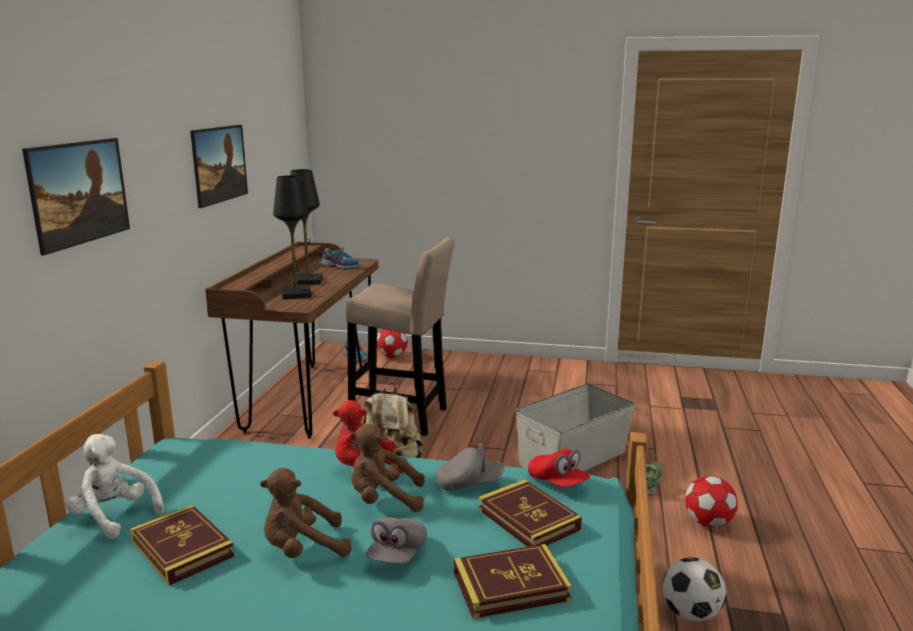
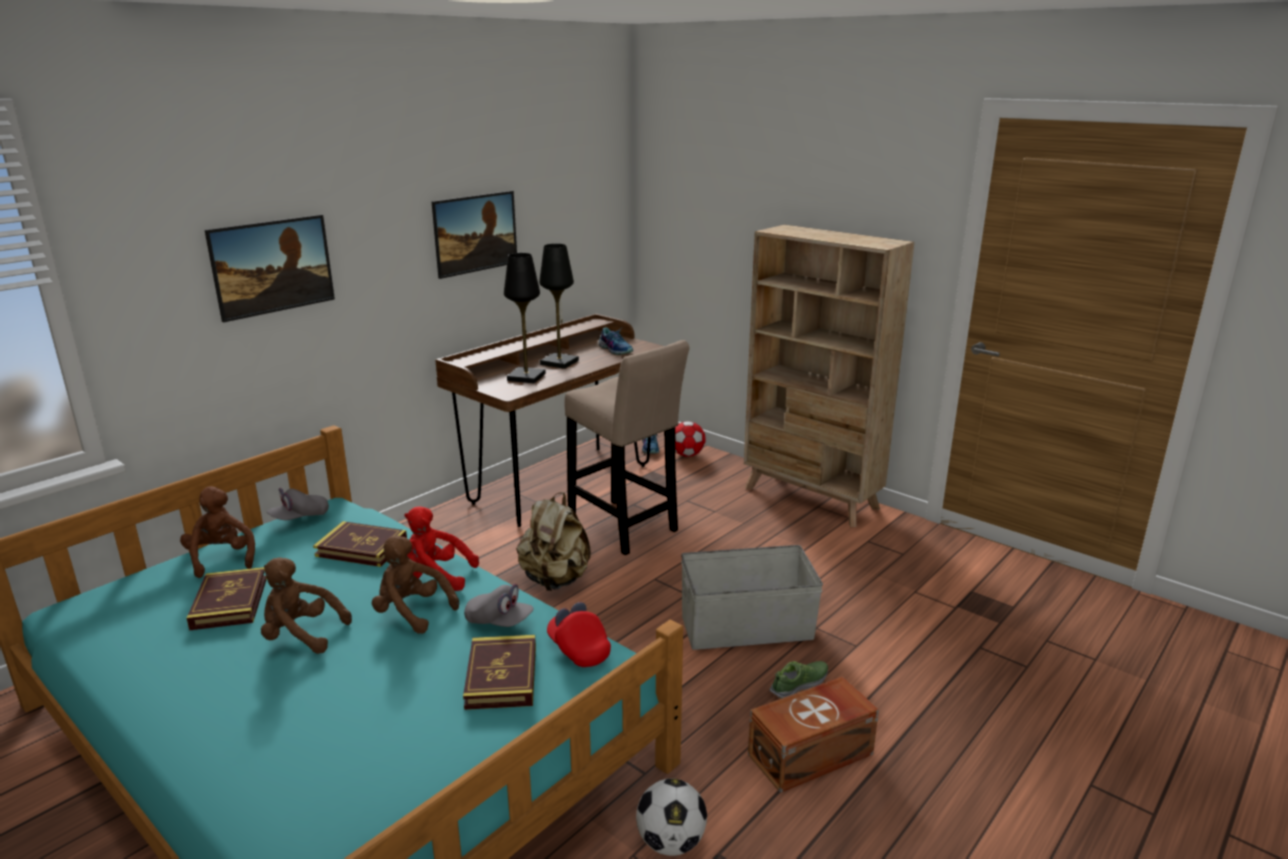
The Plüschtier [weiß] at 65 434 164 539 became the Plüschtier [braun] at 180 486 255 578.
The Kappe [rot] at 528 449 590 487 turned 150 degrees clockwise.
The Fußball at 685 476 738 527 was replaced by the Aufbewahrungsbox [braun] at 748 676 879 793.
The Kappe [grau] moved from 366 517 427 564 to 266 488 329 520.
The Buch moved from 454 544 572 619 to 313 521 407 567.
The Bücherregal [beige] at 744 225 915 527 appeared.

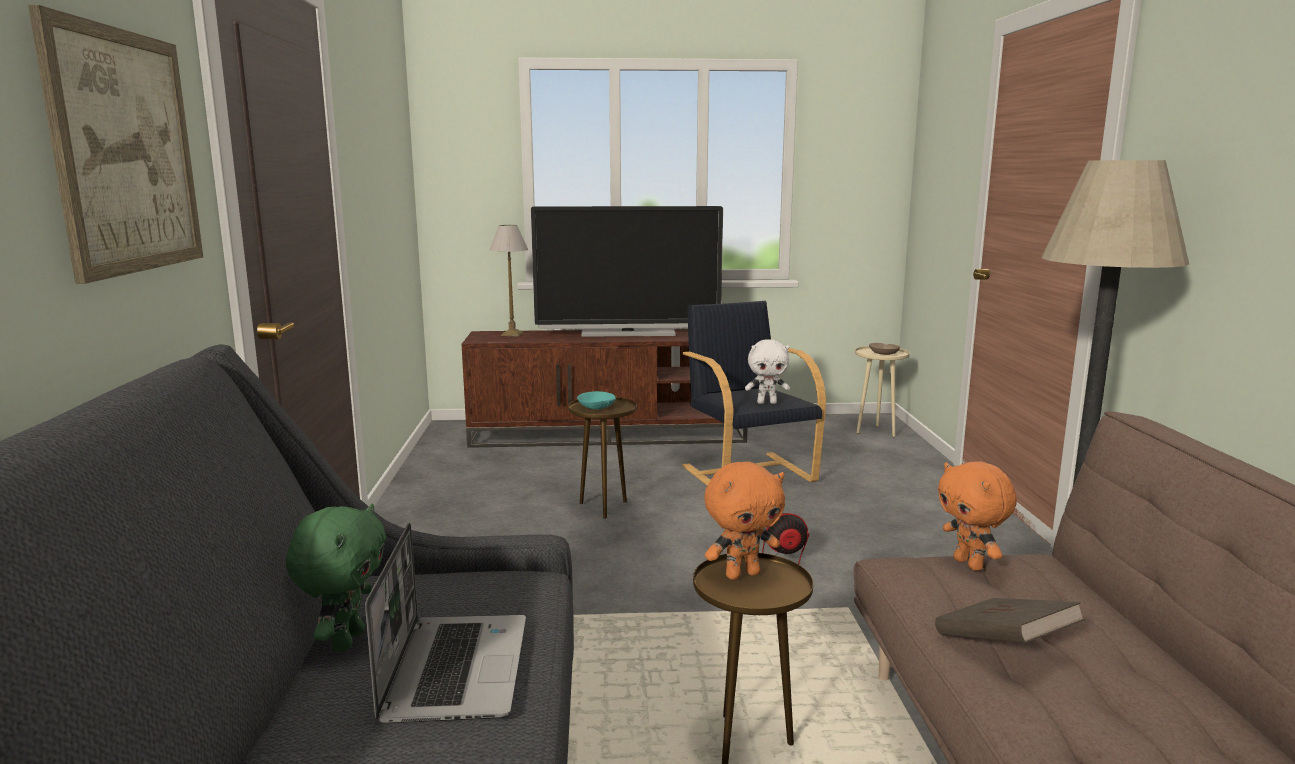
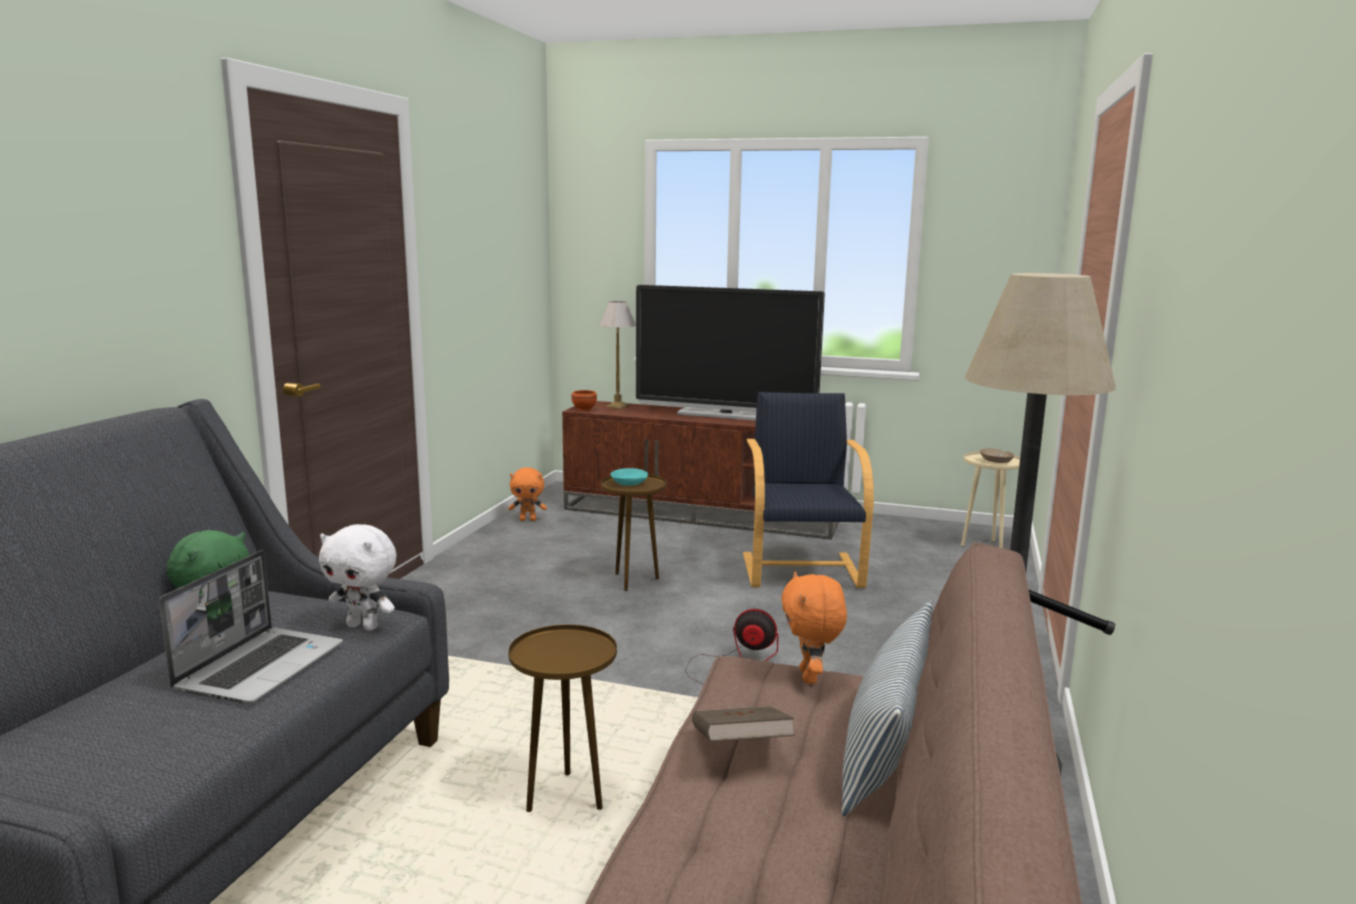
The Bild at 28 5 203 284 disappeared.
The Plüschtier [weiß] moved from 745 339 790 404 to 319 524 397 631.
The Plüschtier [orange] moved from 704 462 785 580 to 508 467 547 521.
The Schüssel [braun] at 571 390 597 411 appeared.
The Kissen at 842 601 933 817 appeared.

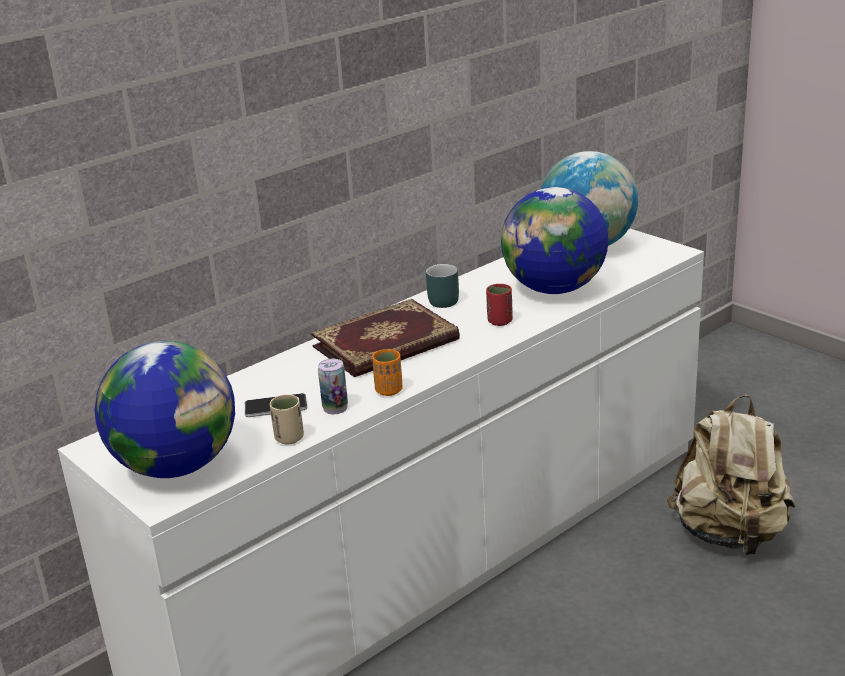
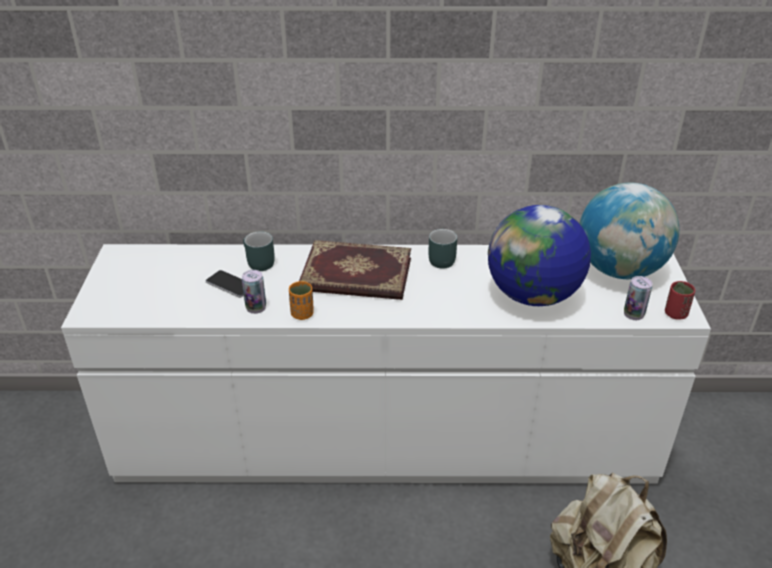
The Tasse [rot] moved from 486 284 513 326 to 665 281 695 320.
The Globus at 95 341 235 478 disappeared.
The Tasse [beige] at 270 394 304 445 disappeared.
The Henkelbecher [türkis] at 243 231 275 271 appeared.
The Dose at 624 276 653 320 appeared.

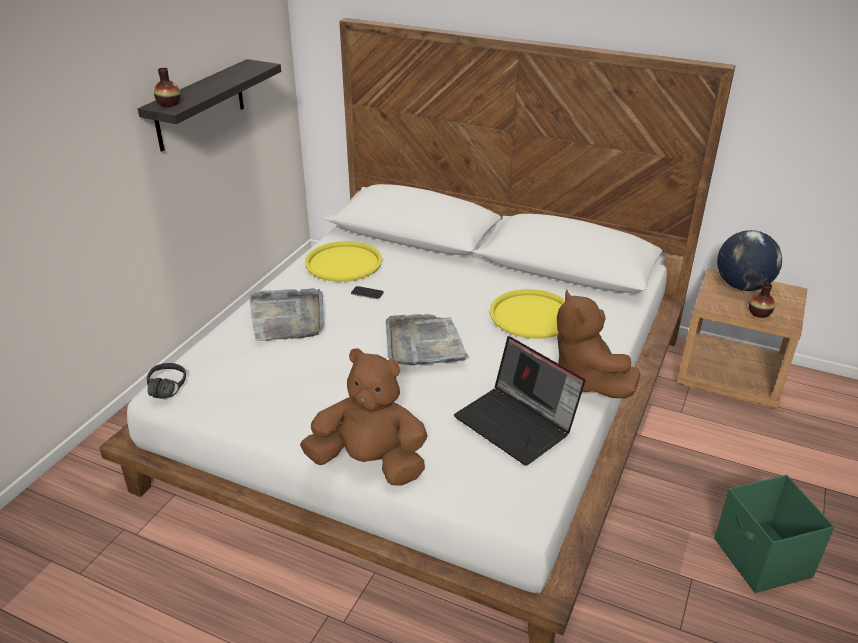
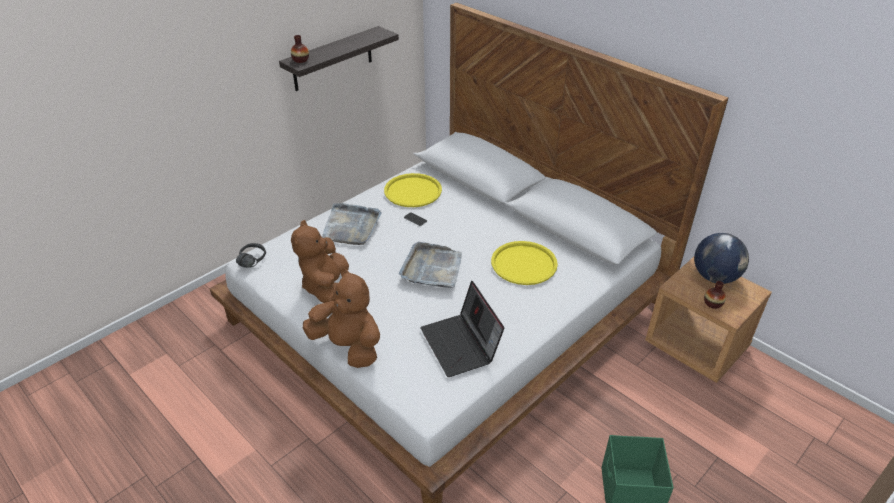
The Plüschtier [braun] moved from 557 289 641 399 to 291 220 349 303.

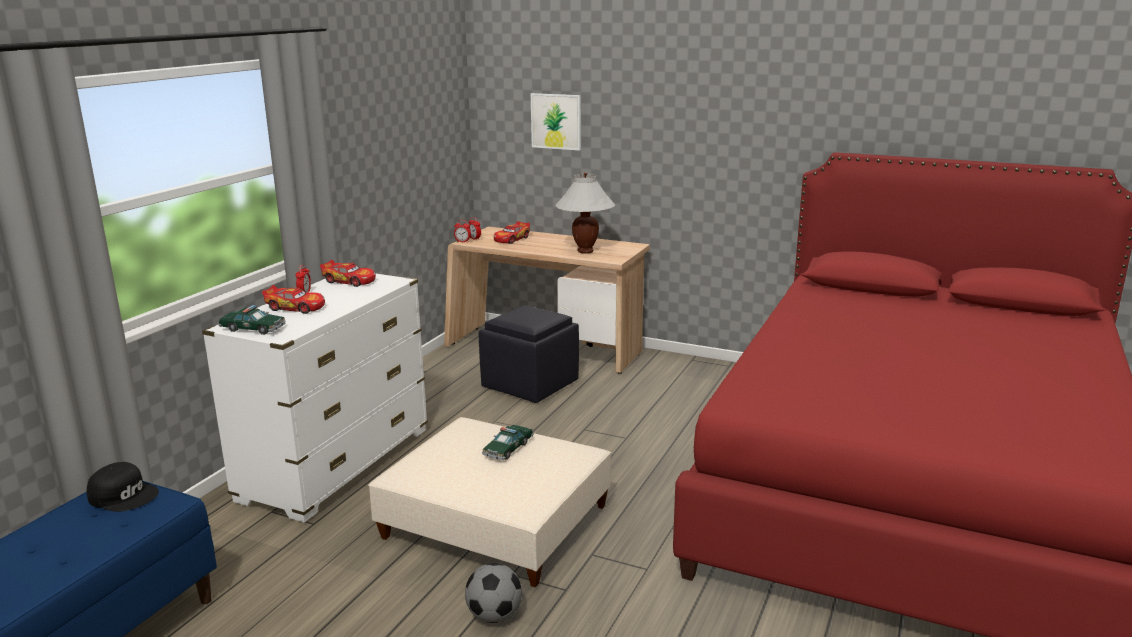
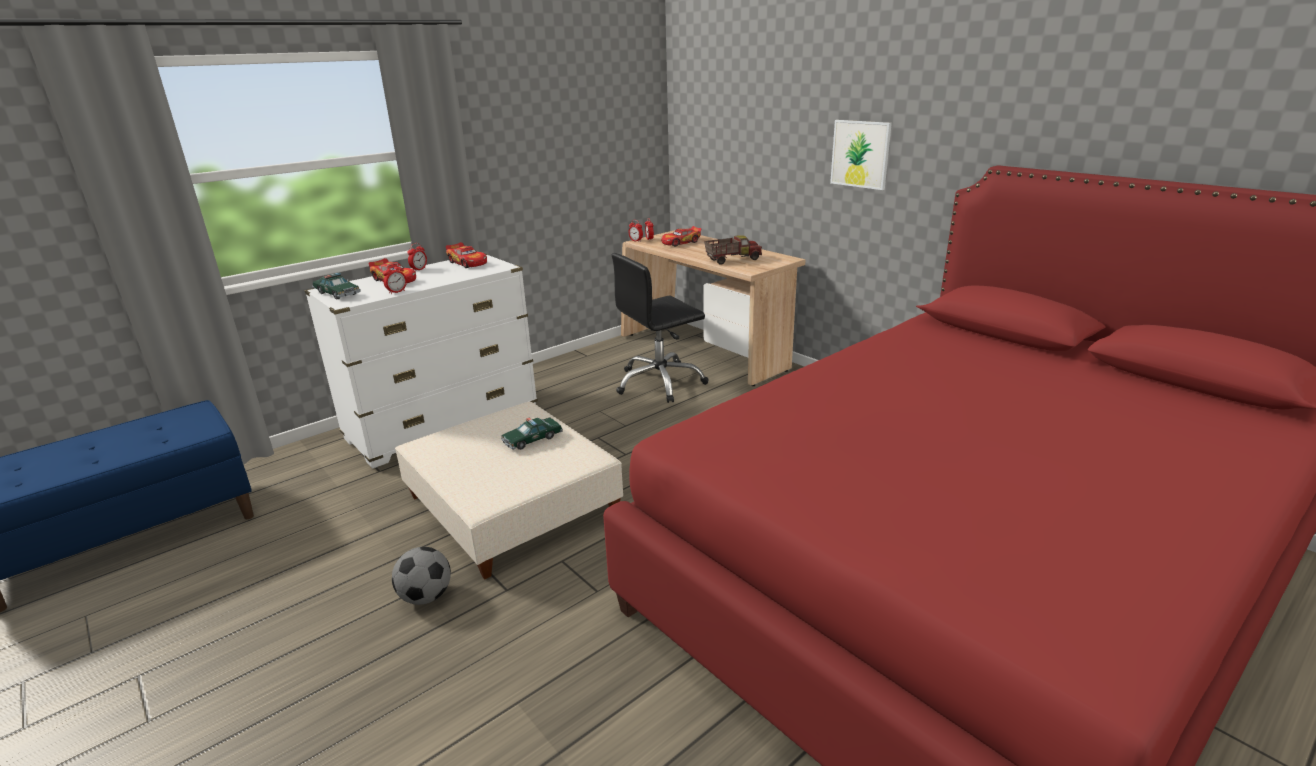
The Bild moved from 531 93 581 151 to 830 120 892 190.
The Tischlampe [weiß] at 556 173 615 254 was replaced by the Spielzeuglaster at 704 235 762 265.
The Polsterhocker [schwarz] at 479 305 579 403 was replaced by the Bürostuhl [schwarz] at 612 253 709 403.
The Kappe [schwarz] at 87 462 159 512 disappeared.
The Wecker at 383 263 407 294 appeared.

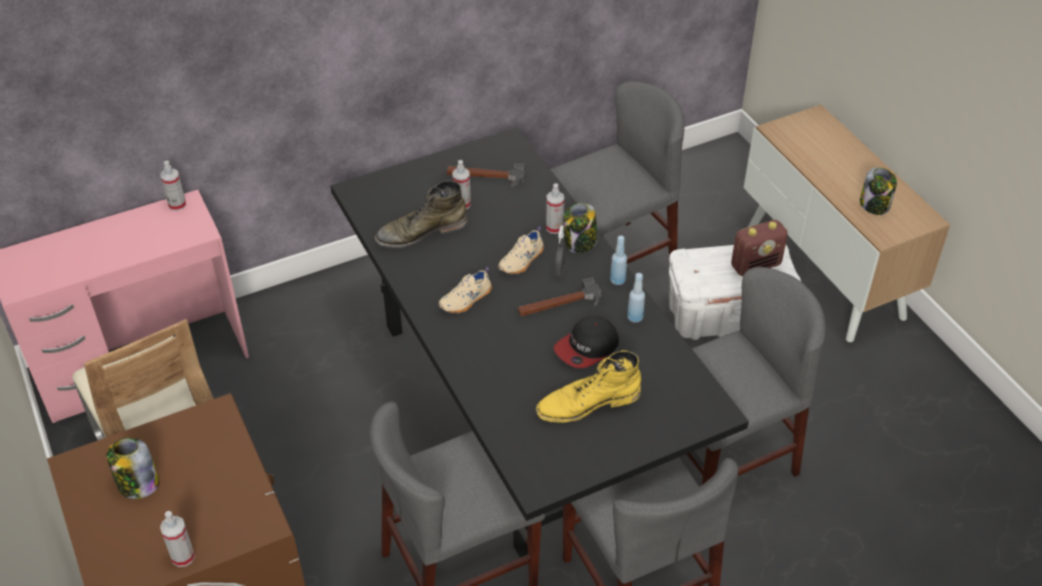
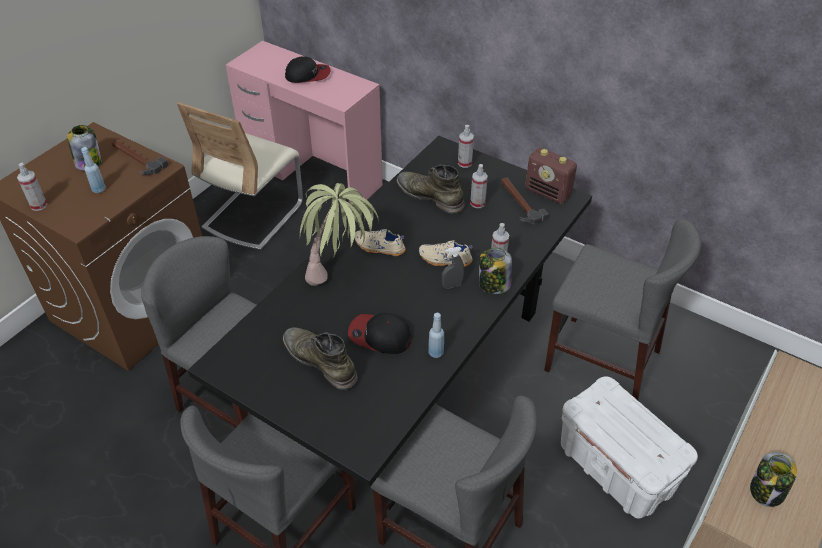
The Sprühflasche moved from 161 161 186 211 to 458 125 474 168.
The Radio moved from 731 220 788 276 to 525 148 577 204.
The Flasche [blau] moved from 610 236 627 285 to 81 147 105 193.
The Hammer moved from 518 277 602 316 to 111 139 168 175.
The Stiefel [gelb] at 536 350 641 422 became the Stiefel [grün] at 283 327 358 390.
The Kappe at 285 56 330 83 appeared.
The Topfpflanze at 300 183 379 286 appeared.

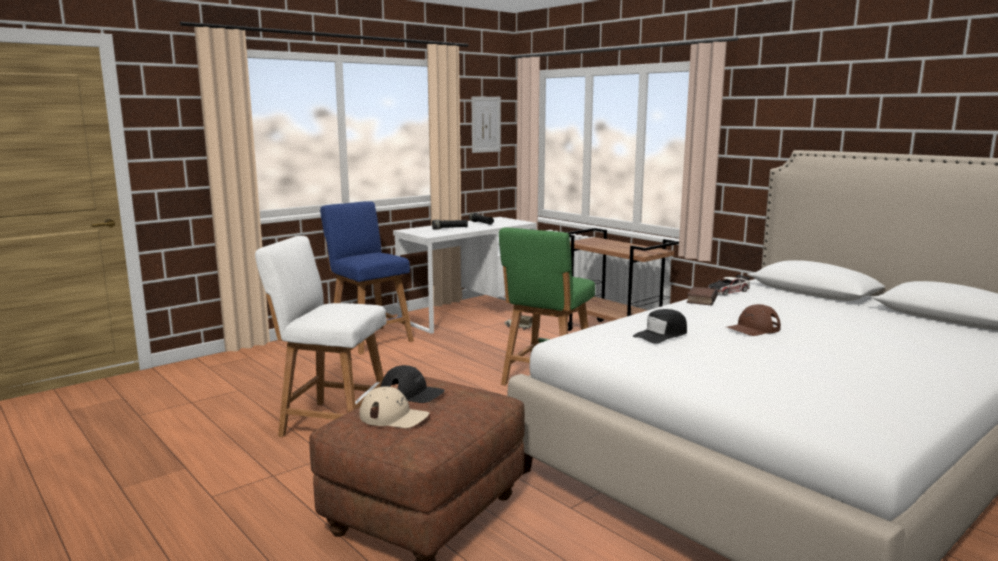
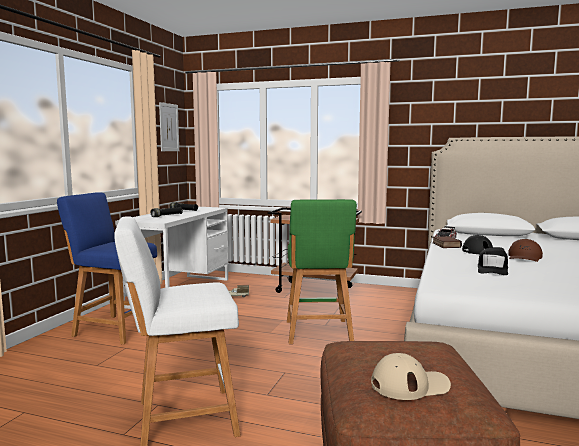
The Kappe [schwarz] moved from 381 365 445 403 to 462 235 505 254.

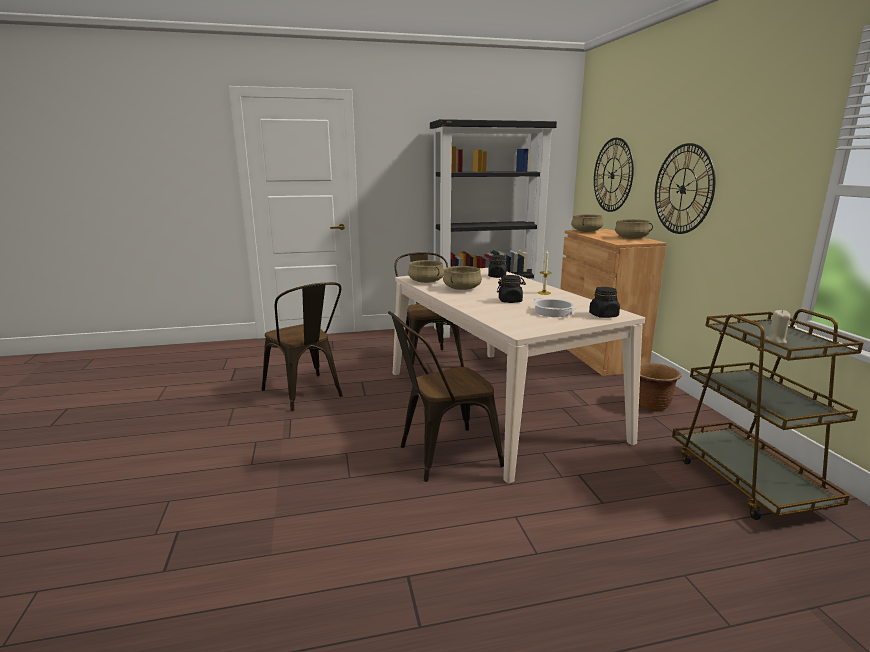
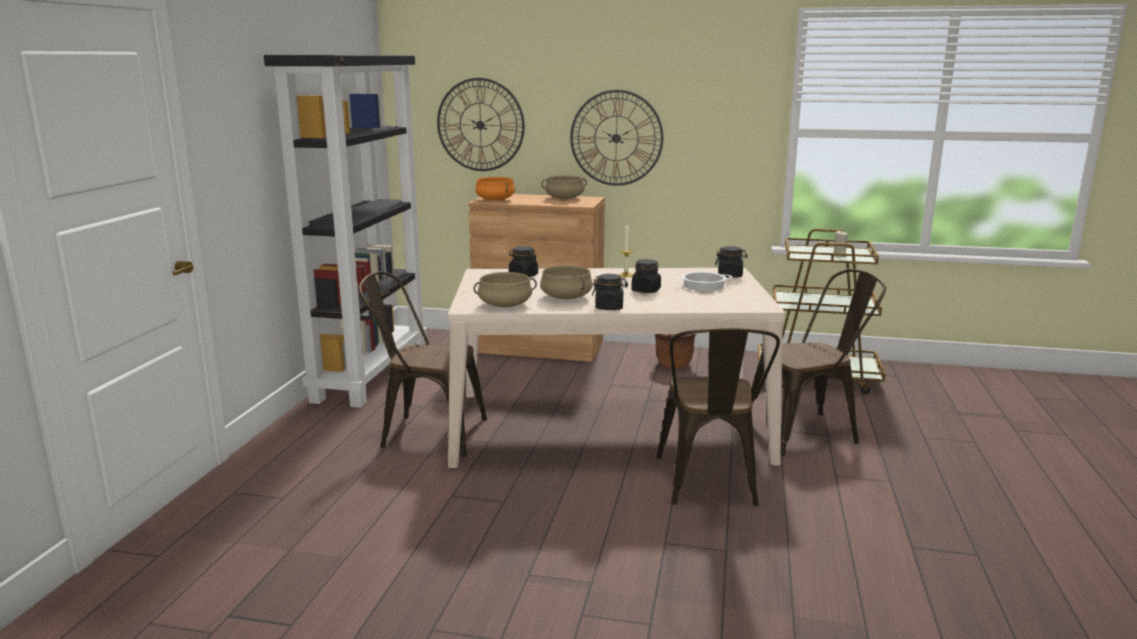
The Kochtopf [beige] at 571 214 603 232 became the Kochtopf [orange] at 475 177 515 201.
The Stuhl [braun] moved from 261 282 343 412 to 751 269 886 456.
The Vorratsglas [schwarz] at 592 274 628 310 appeared.

